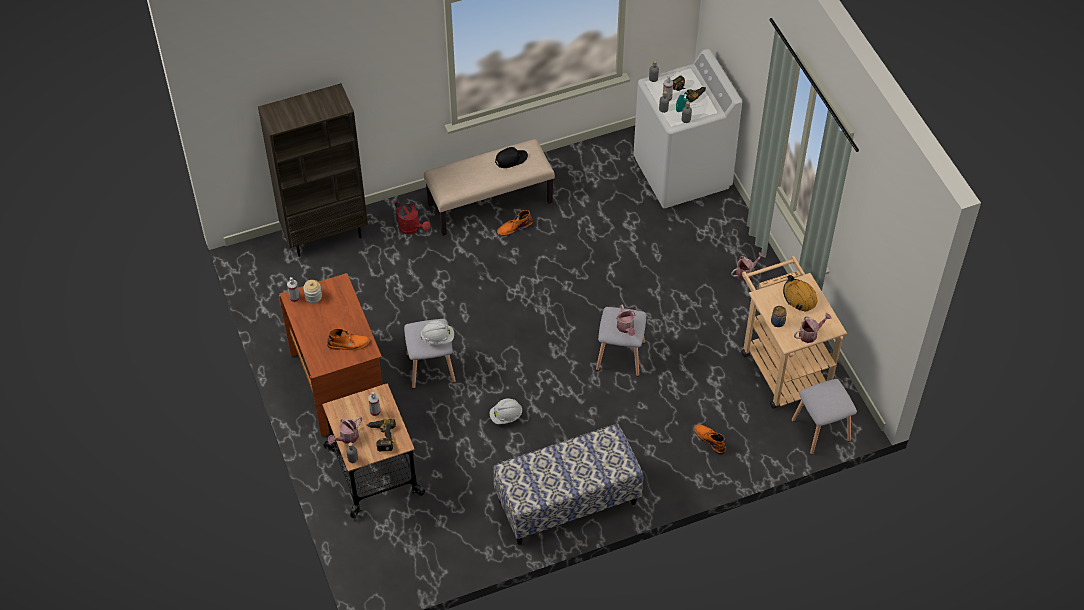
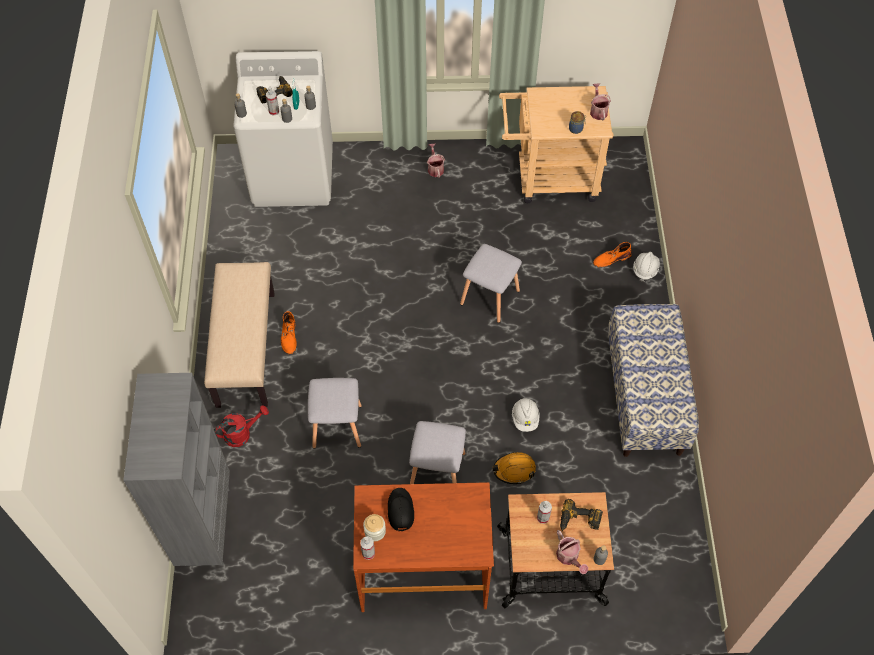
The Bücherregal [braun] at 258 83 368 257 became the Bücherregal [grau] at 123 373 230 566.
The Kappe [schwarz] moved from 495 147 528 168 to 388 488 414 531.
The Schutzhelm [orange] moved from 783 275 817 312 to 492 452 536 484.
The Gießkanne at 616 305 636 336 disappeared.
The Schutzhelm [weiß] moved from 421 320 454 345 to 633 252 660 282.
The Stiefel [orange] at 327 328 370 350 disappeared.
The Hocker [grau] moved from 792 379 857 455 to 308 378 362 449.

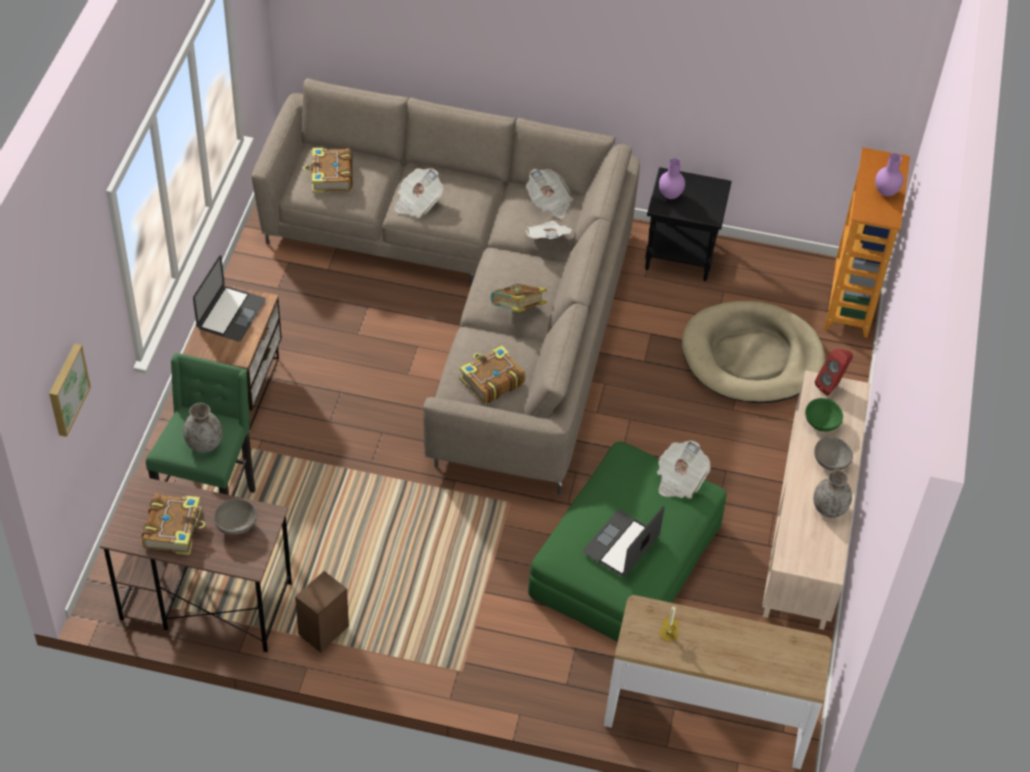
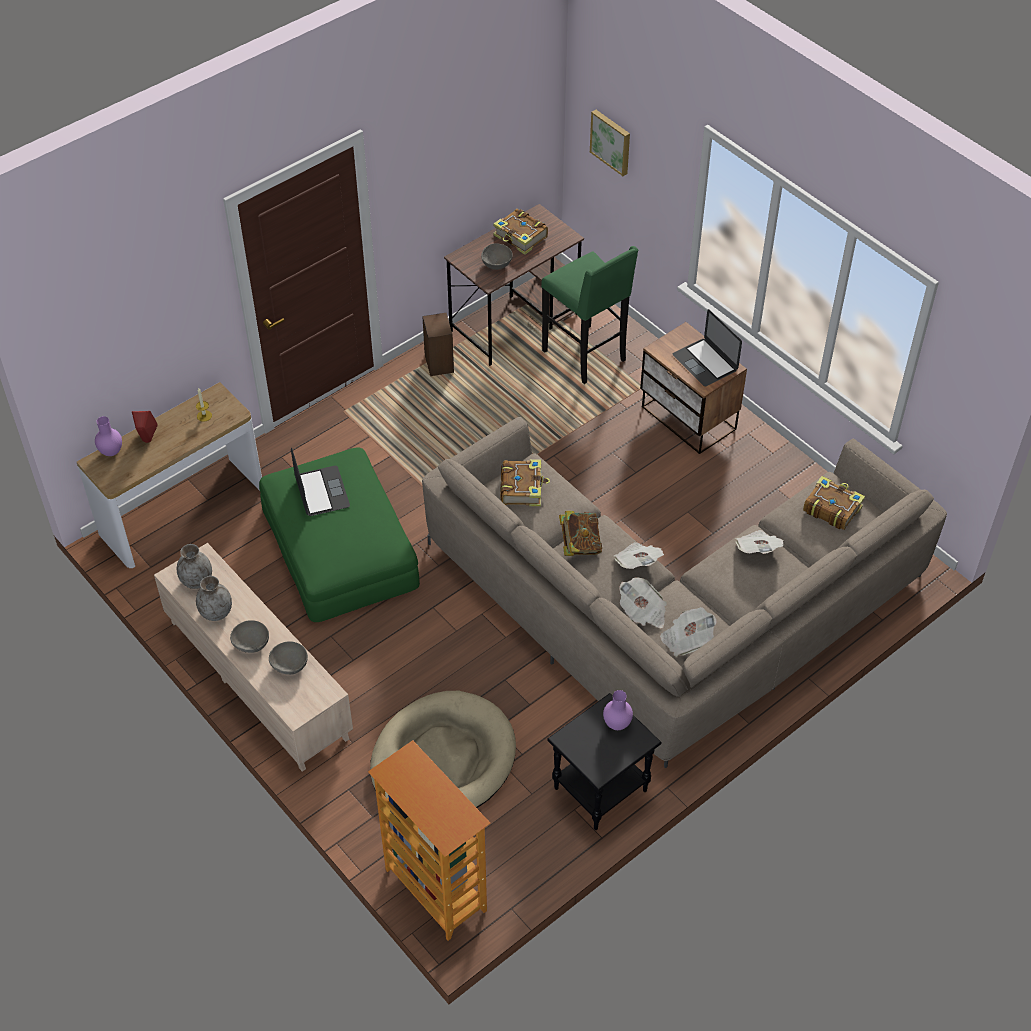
The Vase [lila] moved from 875 153 904 196 to 95 416 122 456.
The Lautsprecher [rot] moved from 815 349 853 396 to 132 411 158 443.
The Schüssel [grün] at 805 398 843 432 became the Schüssel [grau] at 269 641 308 675.
The Vase [grau] moved from 183 403 222 453 to 176 544 212 589.
The Zeitung moved from 657 441 711 499 to 614 542 664 569.

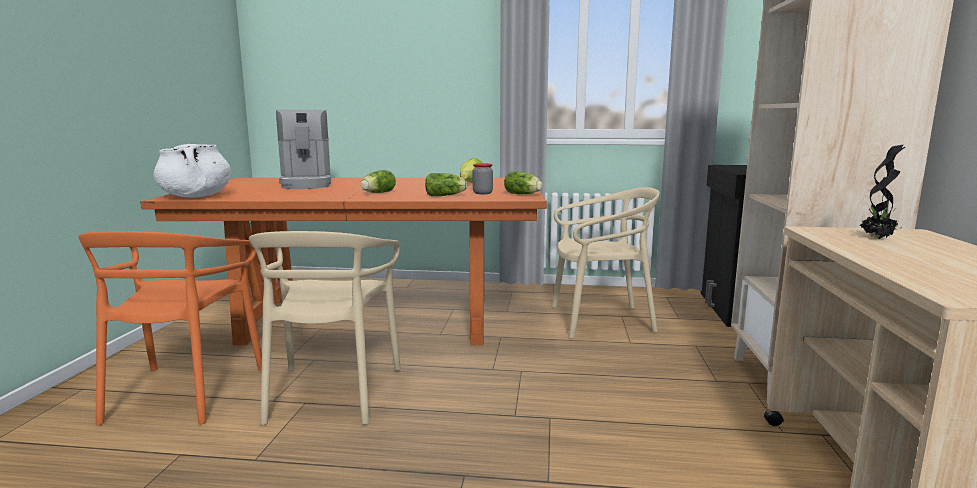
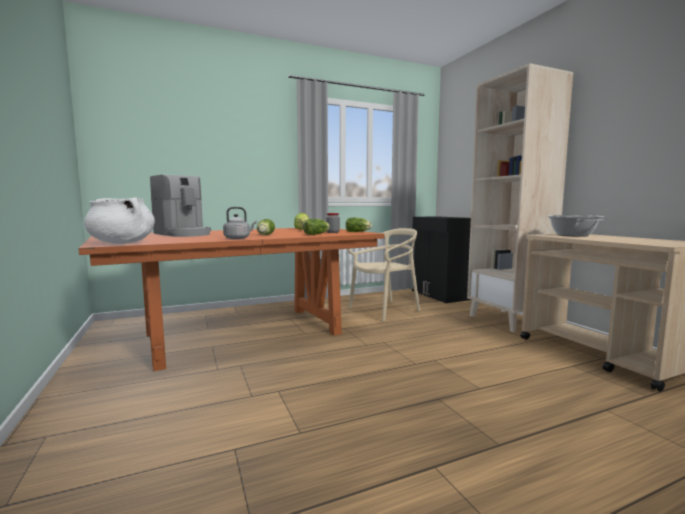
The Topfpflanze at 860 144 906 239 was replaced by the Kochtopf at 547 215 604 237.
The Stuhl [orange] at 78 231 262 425 disappeared.
The Stuhl [beige] at 249 231 401 425 disappeared.
The Wasserkessel [grau] at 223 207 257 239 appeared.

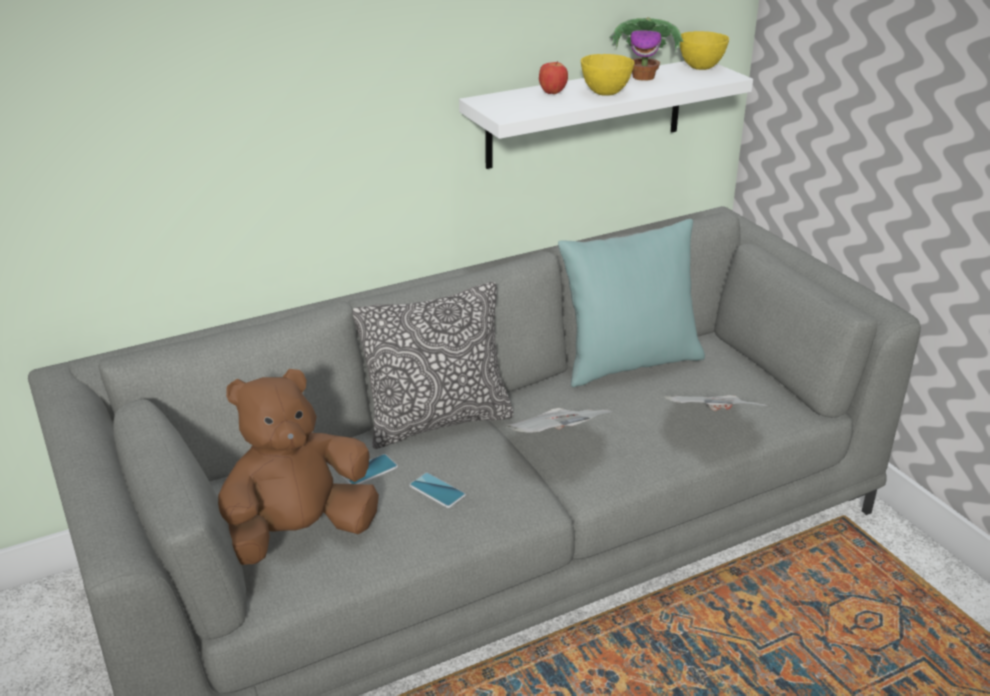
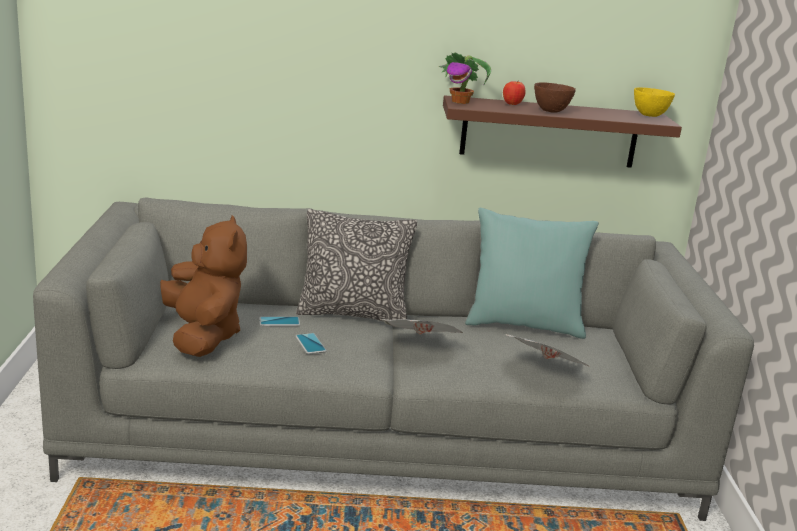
The Topfpflanze moved from 609 17 684 81 to 439 52 491 104.
The Schüssel [gelb] at 581 54 635 96 became the Schüssel [braun] at 534 82 576 113.
The Wandregal [weiß] at 459 61 753 169 became the Wandregal [braun] at 443 95 682 168.
The Plüschtier [braun] at 218 369 379 565 turned 75 degrees clockwise.

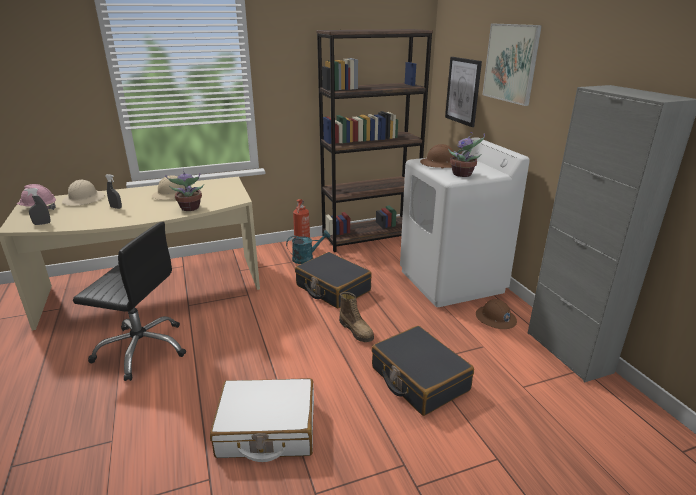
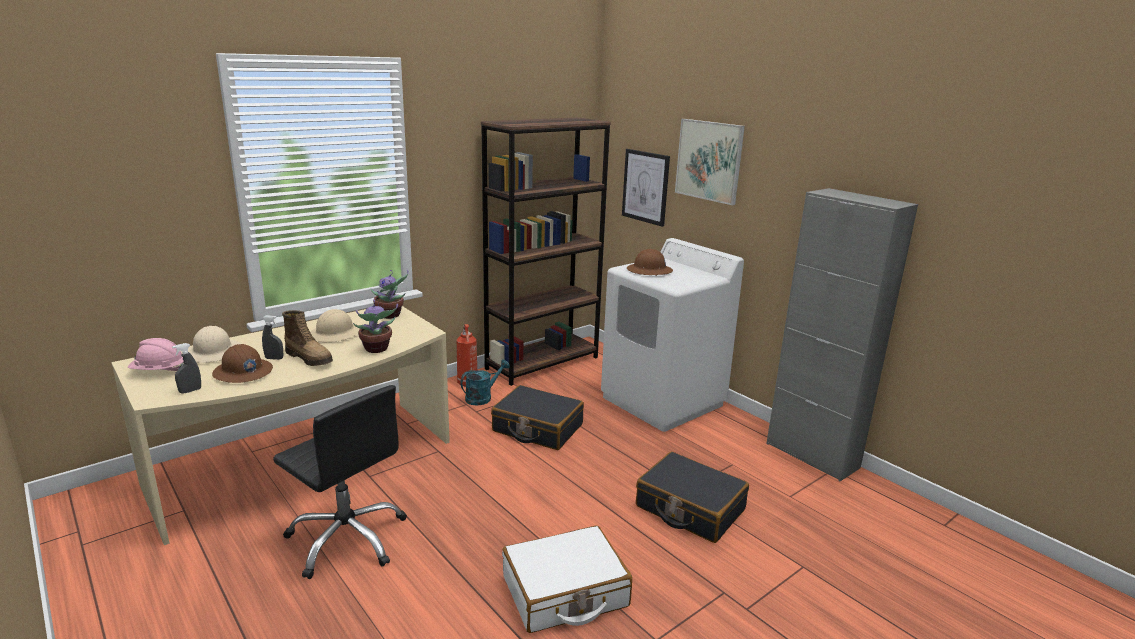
The Topfpflanze moved from 448 132 485 177 to 370 270 409 319.
The Bürostuhl [schwarz] at 73 222 186 381 turned 45 degrees clockwise.
The Stiefel moved from 339 292 374 342 to 282 310 333 366.
The Schutzhelm [braun] moved from 476 299 517 329 to 212 344 273 383.

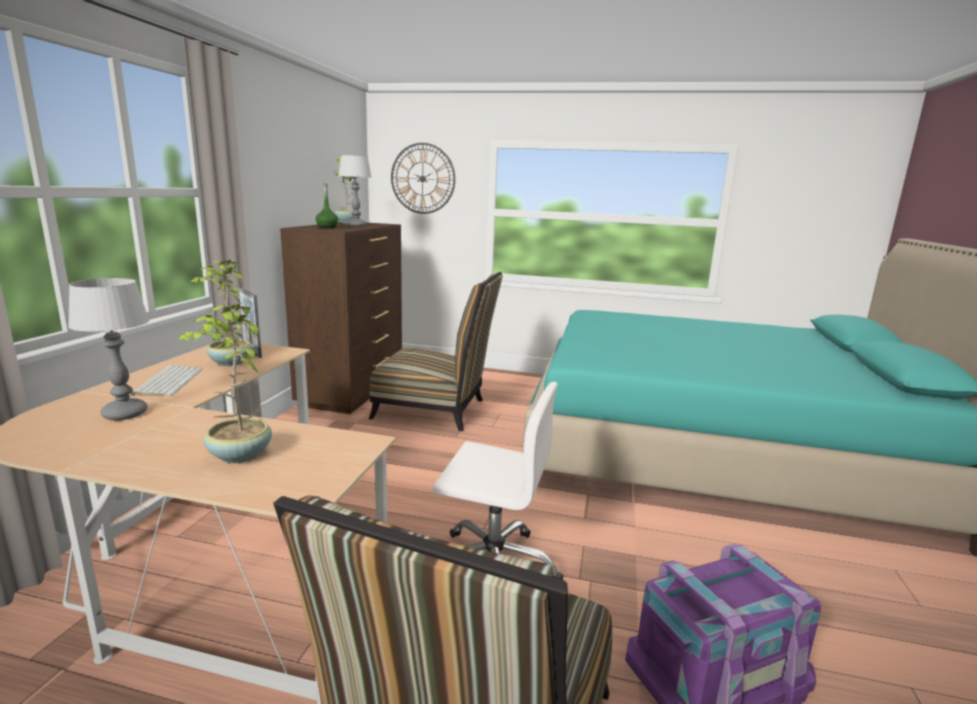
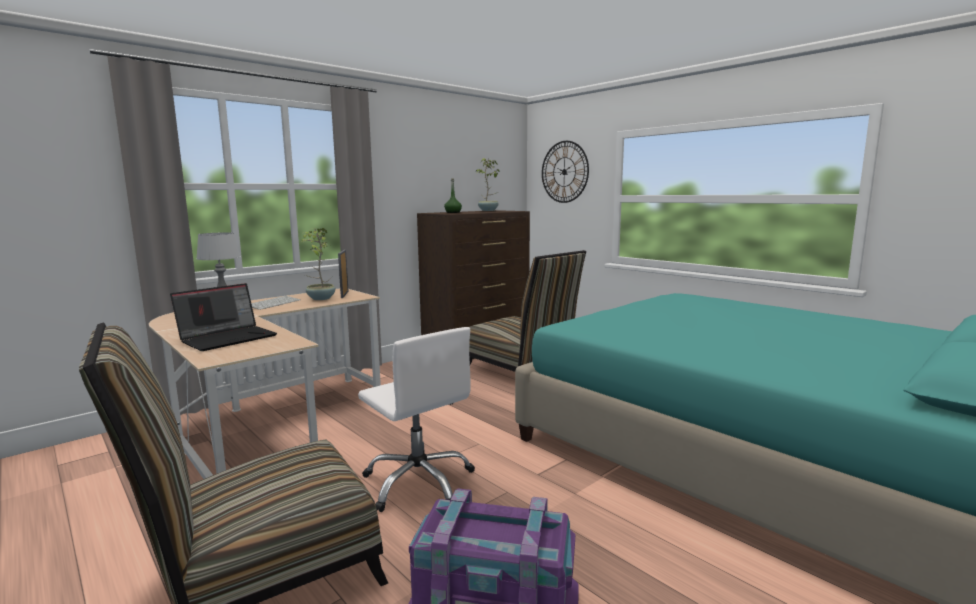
The Tischlampe at 338 155 372 226 disappeared.
The Topfpflanze at 178 303 272 463 was replaced by the Laptop at 170 283 277 351.

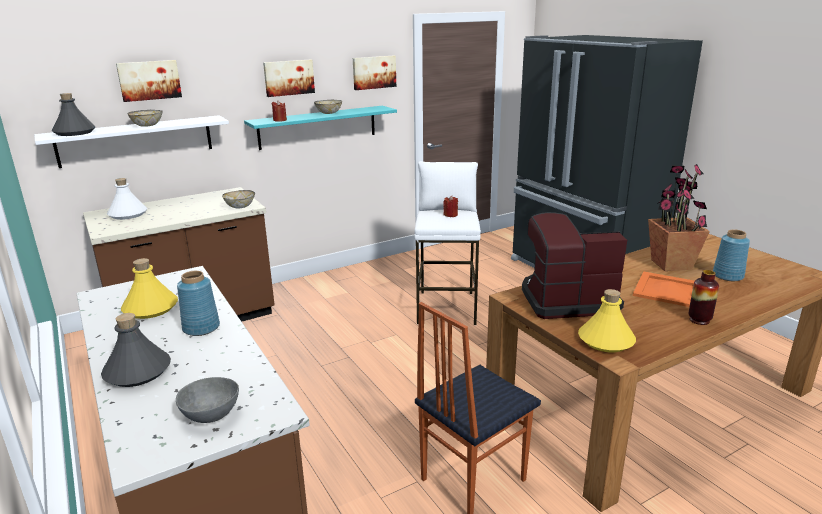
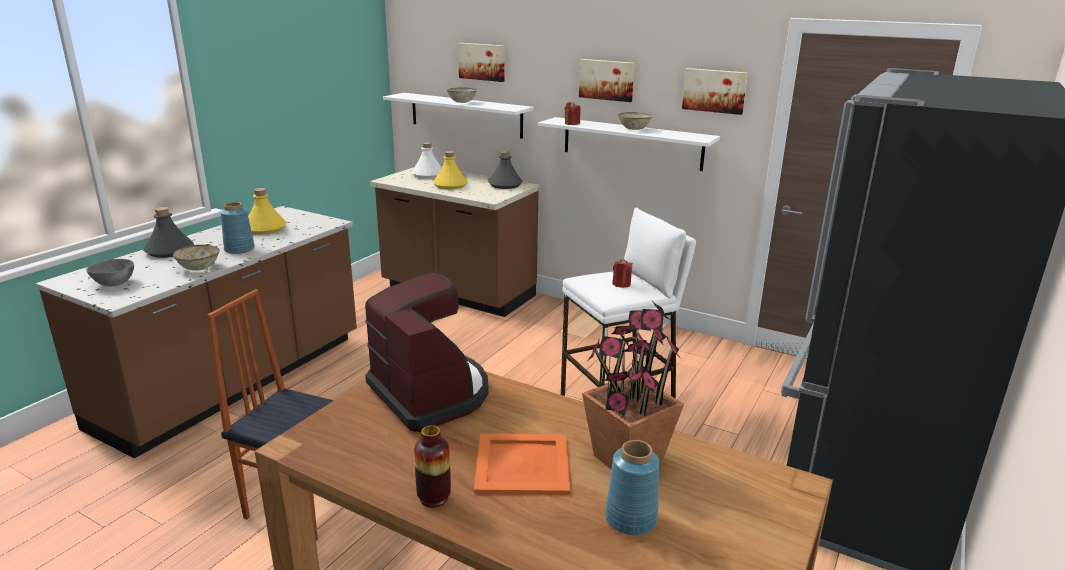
The Flasche [grau] moved from 52 93 95 136 to 488 151 523 189.
The Wandregal [türkis] at 244 106 397 150 became the Wandregal [weiß] at 538 117 720 171.
The Schüssel moved from 222 190 255 208 to 173 245 220 271.
The Flasche [gelb] moved from 578 289 636 352 to 433 151 468 189.

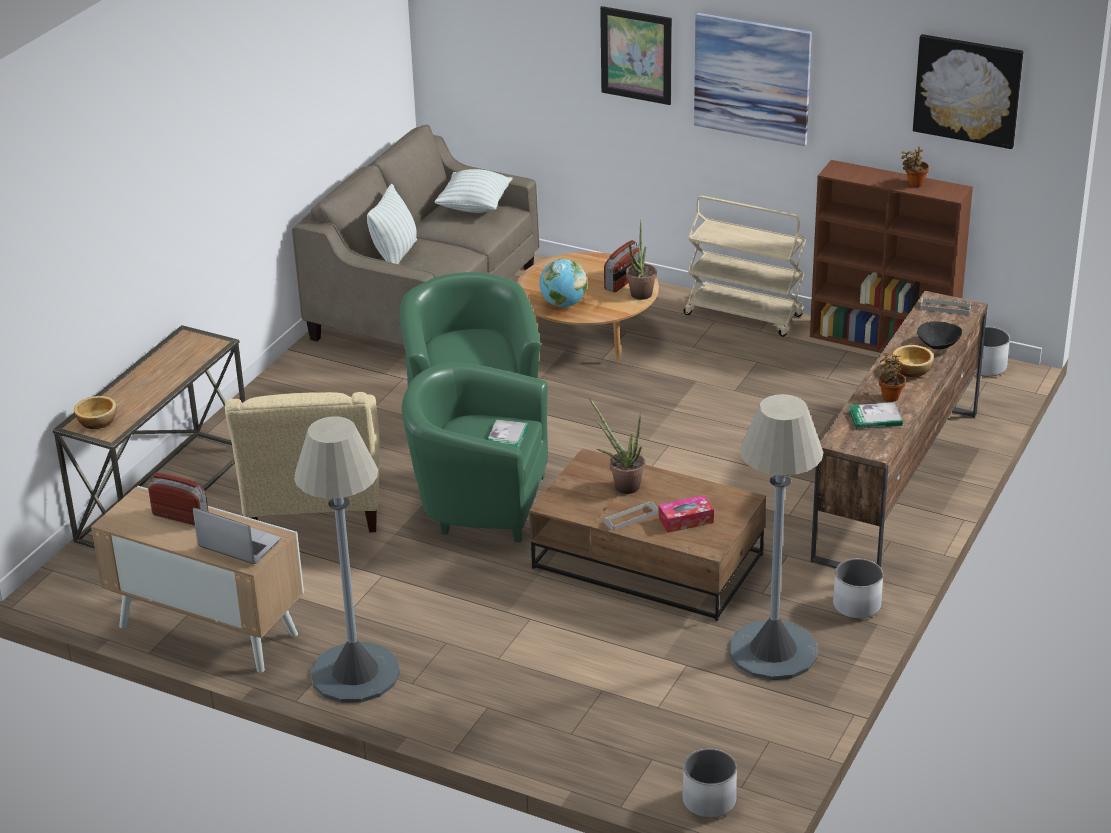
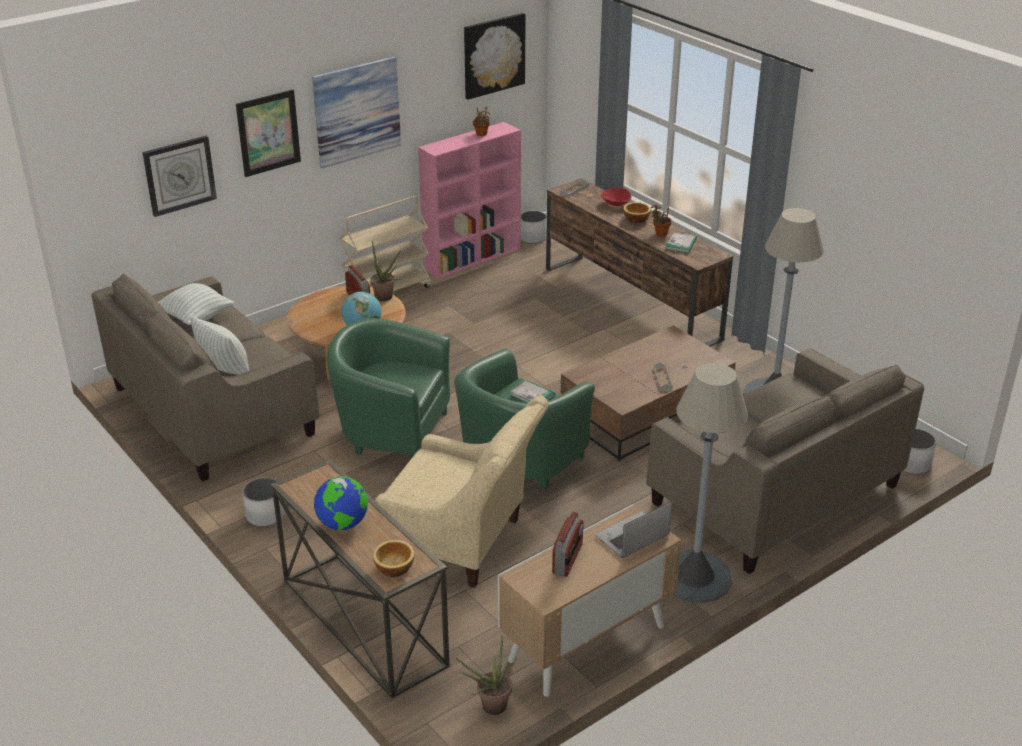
The Bücherregal [braun] at 810 160 973 353 became the Bücherregal [rosa] at 418 122 521 279.
The Schüssel [schwarz] at 917 321 962 349 became the Schüssel [rot] at 601 187 632 206.
The Topfpflanze moved from 589 398 645 494 to 455 635 512 715.
The Radio at 148 473 209 525 turned 150 degrees clockwise.
The Taschentuchbox at 659 495 714 533 disappeared.
The Pflanzkübel [weiß] moved from 833 559 883 619 to 242 478 285 526.
The Wanduhr at 142 136 217 217 appeared.
The Sofa [beige] at 646 348 924 574 appeared.
The Globus at 314 477 368 530 appeared.

